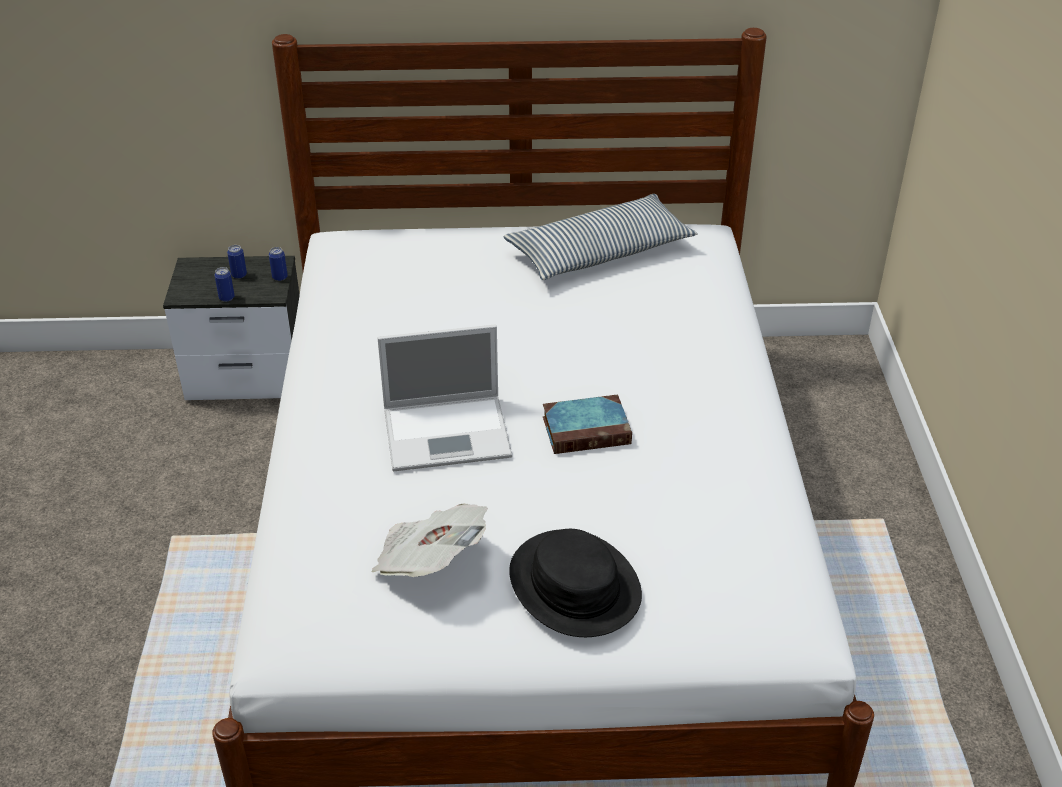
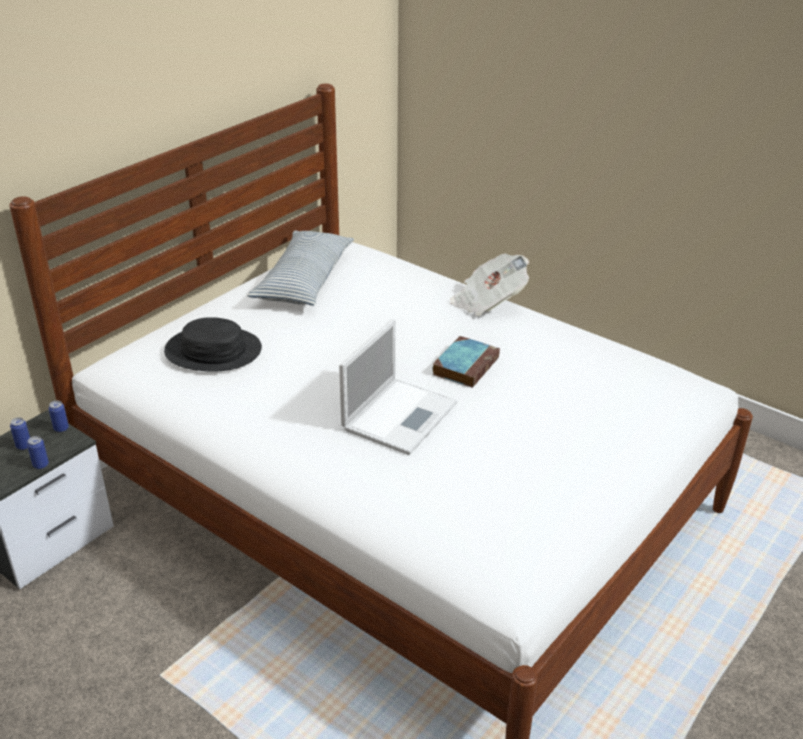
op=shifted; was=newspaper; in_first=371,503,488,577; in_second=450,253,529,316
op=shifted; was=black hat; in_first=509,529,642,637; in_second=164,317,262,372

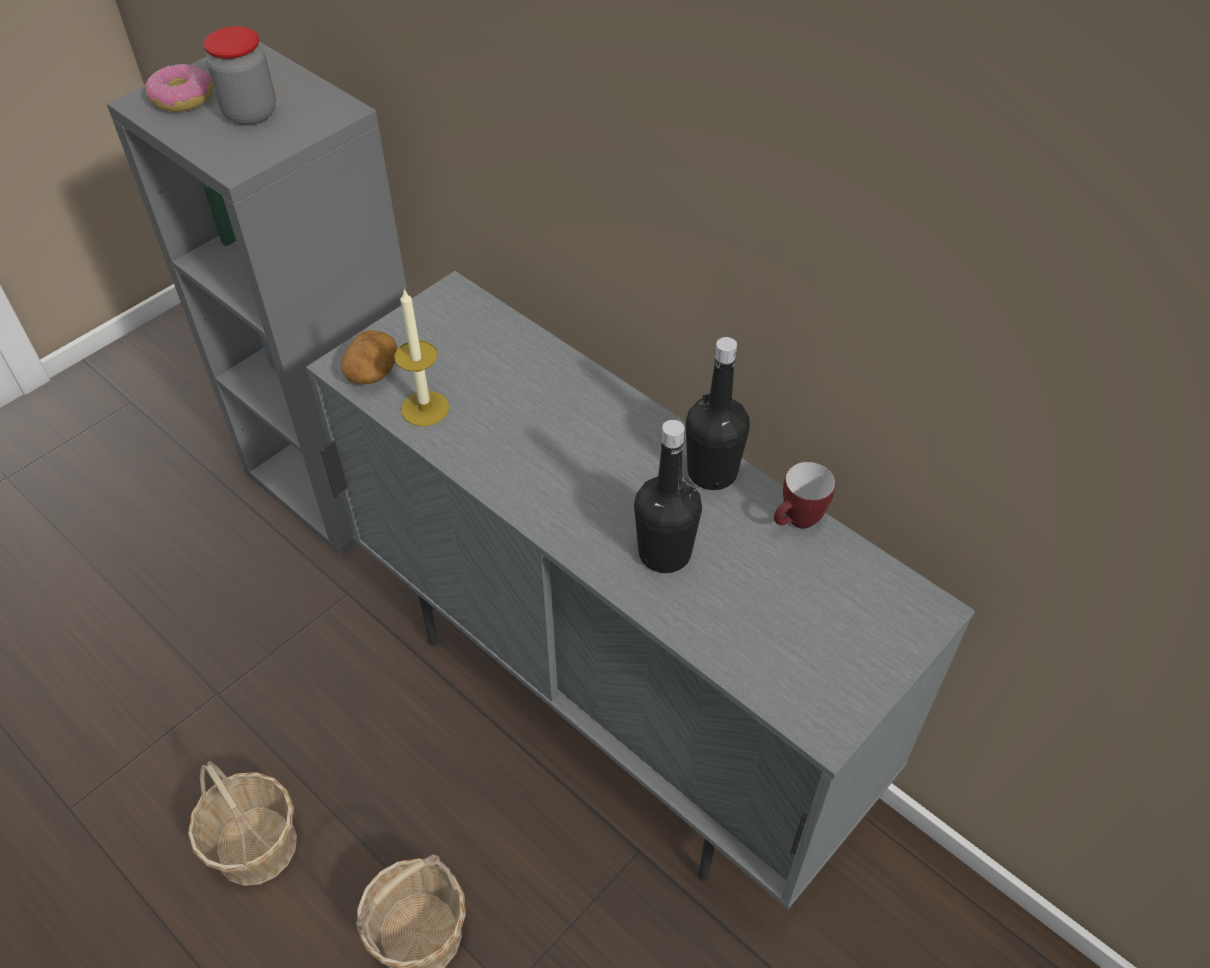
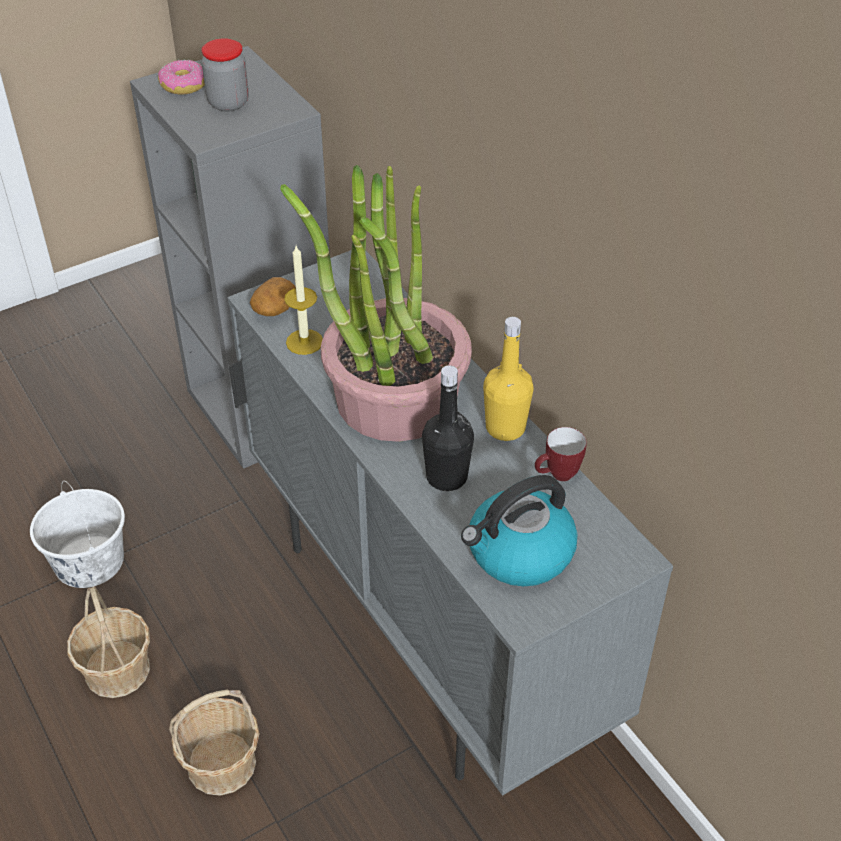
op=repainted; was=black bottle; now=yellow bottle; in_first=686,337,750,490; in_second=483,317,534,441
op=new; now=white bucket; in_second=30,481,125,588
op=new; now=potted plant; in_second=280,165,472,442
op=new; now=kettle; in_second=461,475,577,586

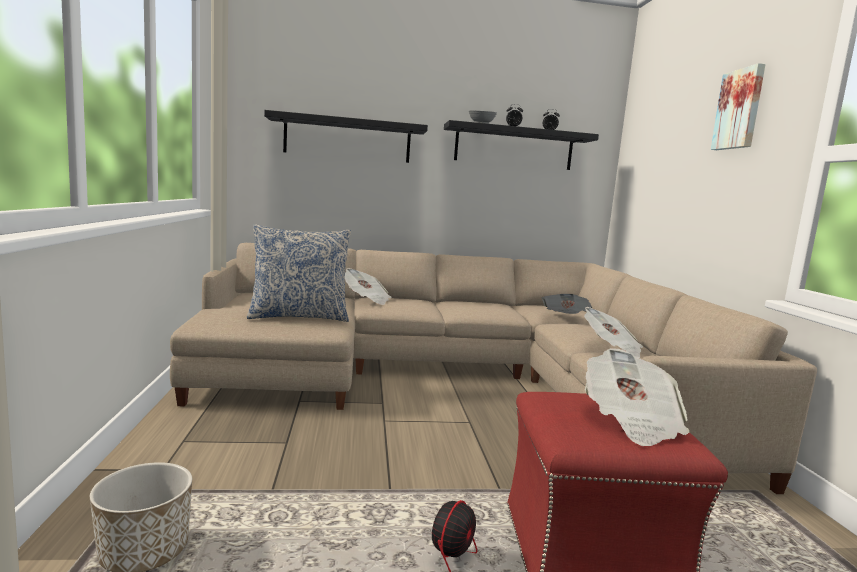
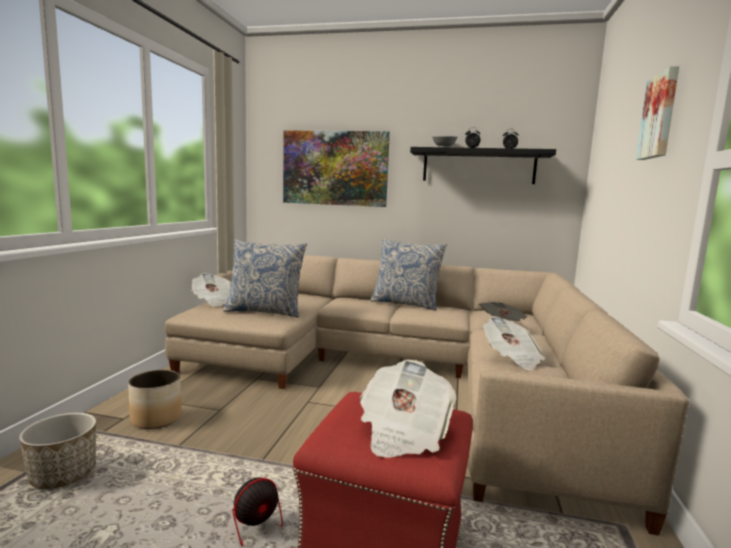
op=swapped; was=black shelf; now=picture; in_first=264,110,428,163; in_second=283,130,390,207
op=shifted; was=newspaper; in_first=345,268,391,305; in_second=192,273,231,307
op=new; now=planter; in_second=128,370,182,429
op=new; now=pillow; in_second=370,239,447,311

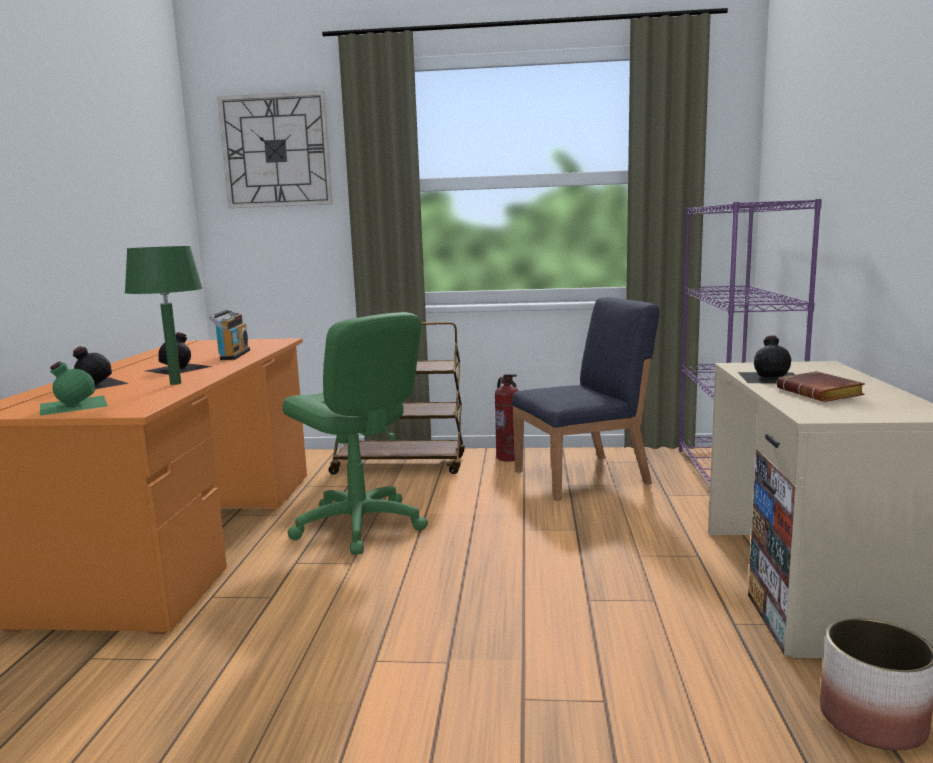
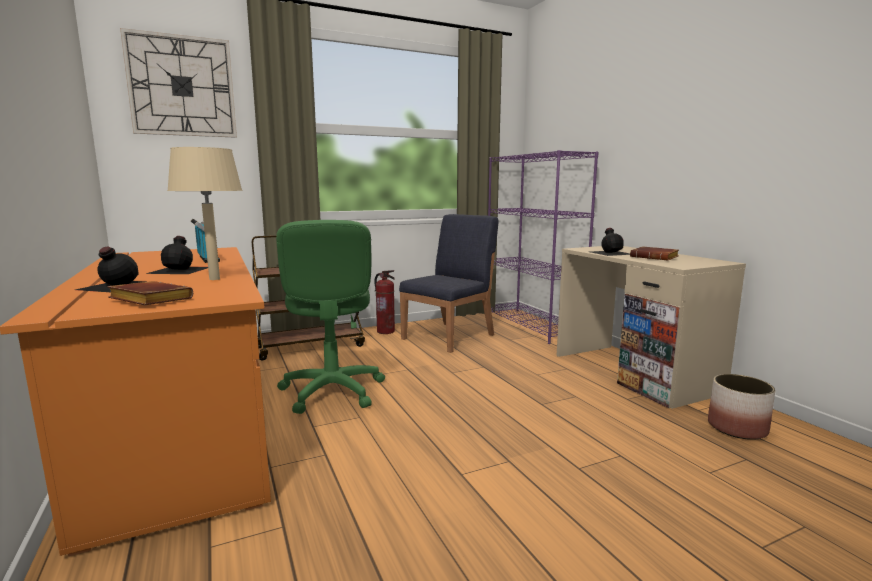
op=swapped; was=green bottle; now=brown book; in_first=40,361,108,416; in_second=107,281,193,305
op=repainted; was=green table lamp; now=beige table lamp; in_first=125,246,203,385; in_second=167,147,243,280
op=rotated; was=green office chair; in_first=282,312,428,555; in_second=276,220,385,414; clockwise=60

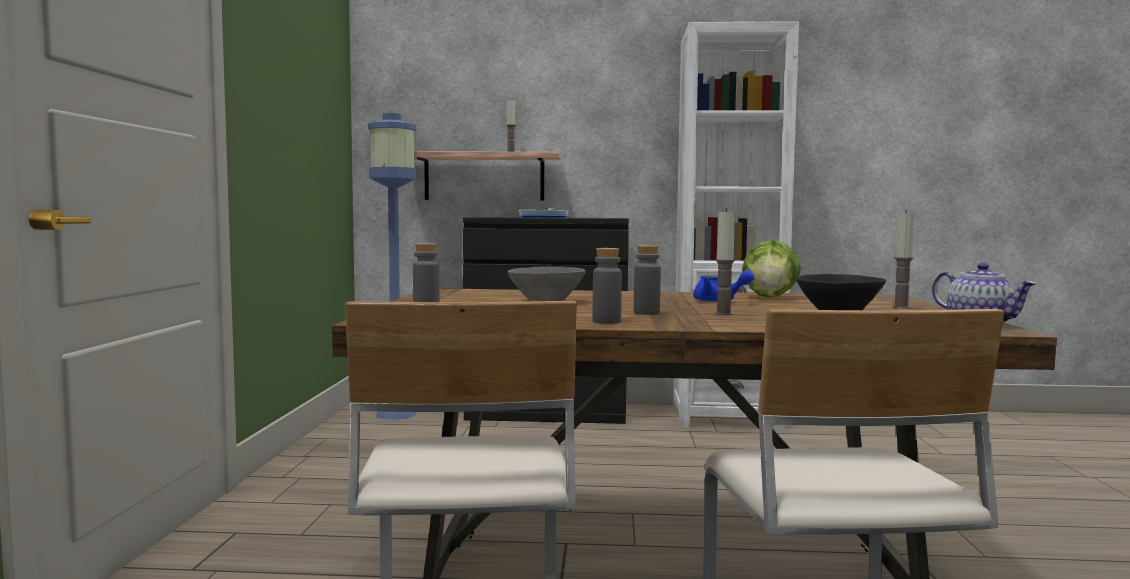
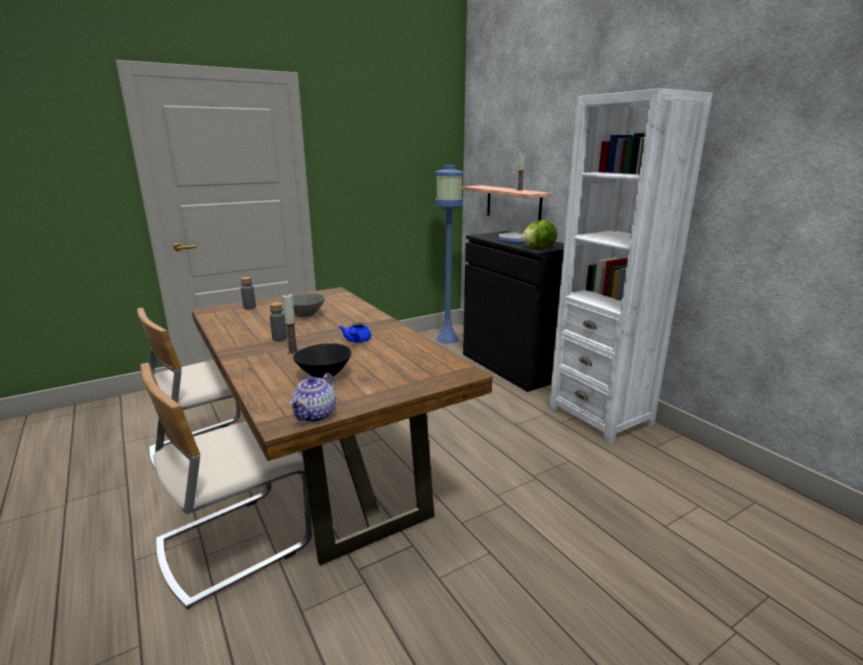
op=gone; was=grey bottle; in_first=592,248,622,324
op=shifted; was=lettuce; in_first=742,239,801,298; in_second=522,220,557,248
op=gone; was=candle; in_first=892,210,914,309

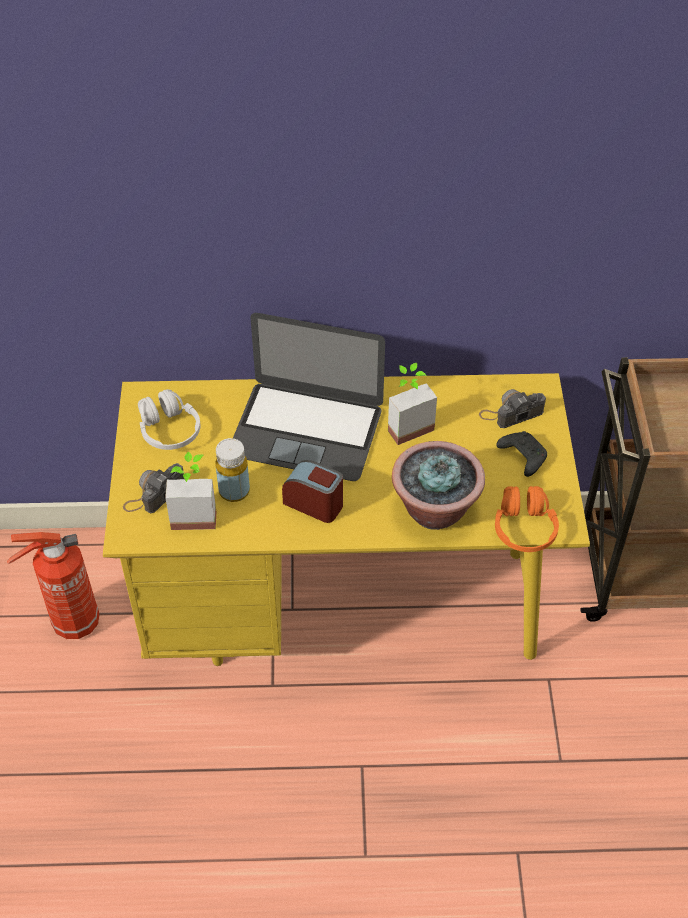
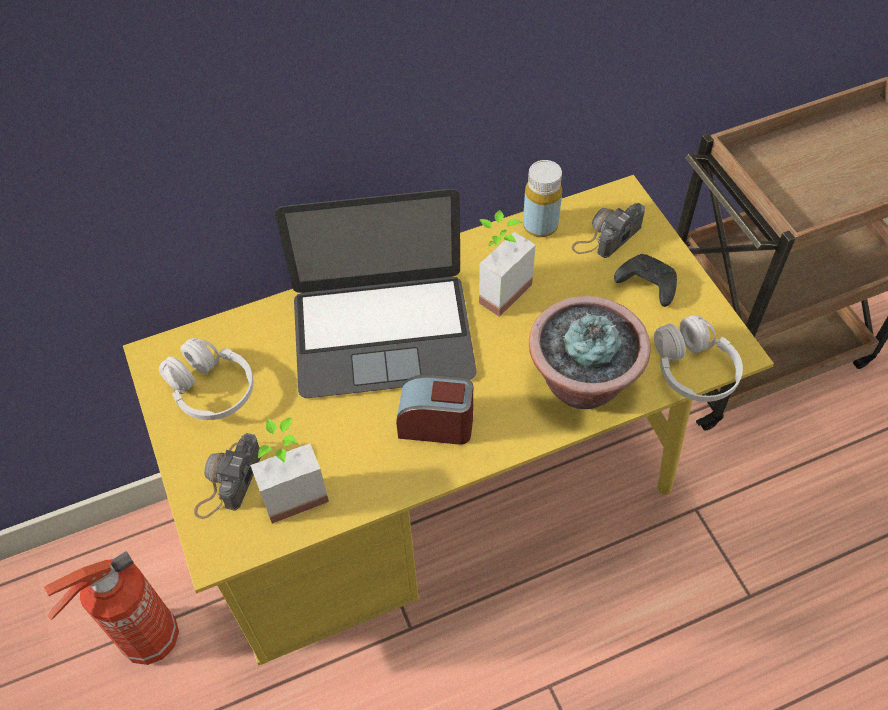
op=shifted; was=yellow bottle; in_first=215,438,250,502; in_second=523,160,562,237
op=repainted; was=orange headphones; now=white headphones; in_first=495,486,559,552; in_second=654,315,743,402

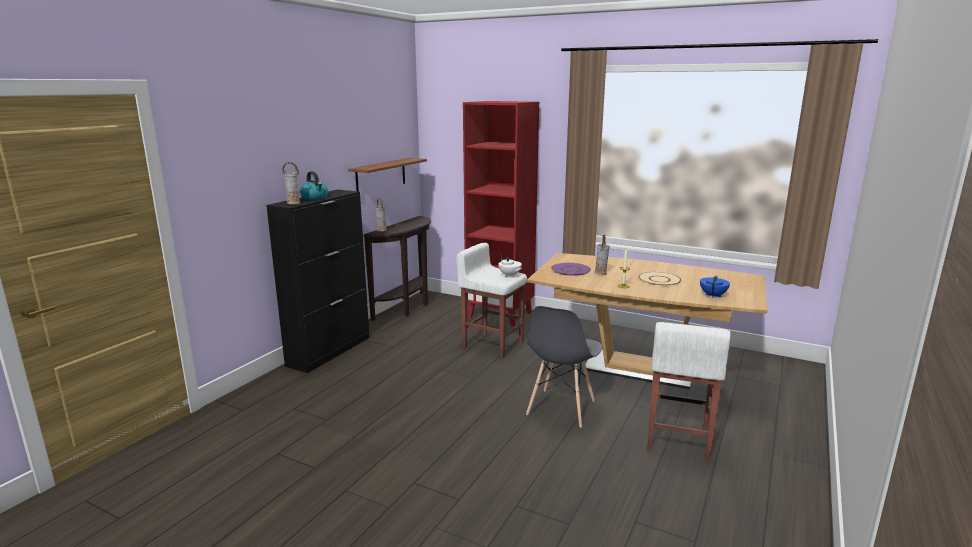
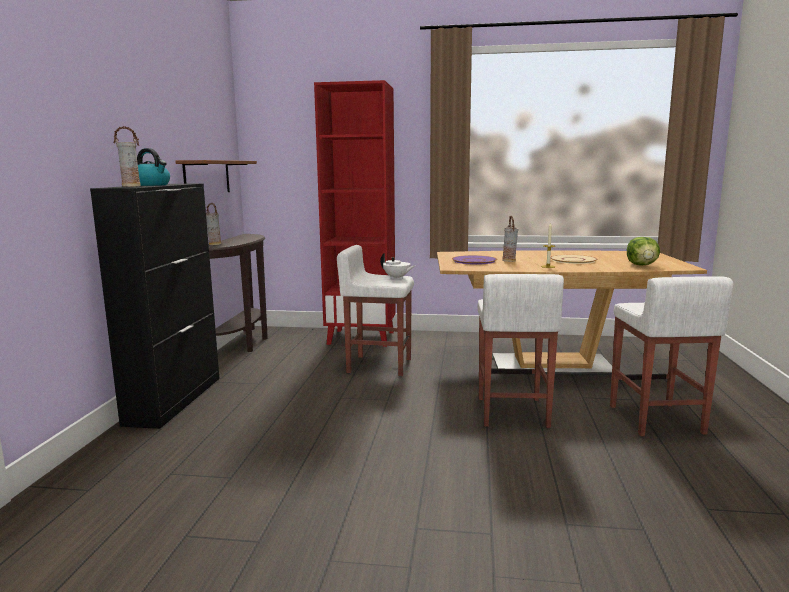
op=swapped; was=grey chair; now=white stool; in_first=526,306,603,427; in_second=478,274,564,428
op=swapped; was=blue teapot; now=lettuce; in_first=700,276,730,298; in_second=627,237,660,266

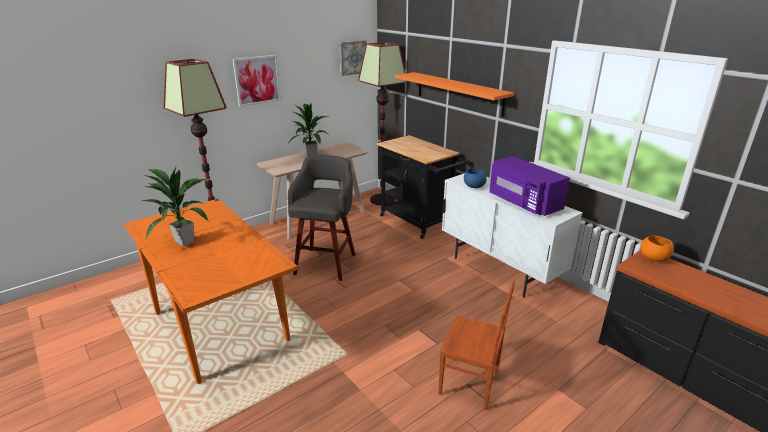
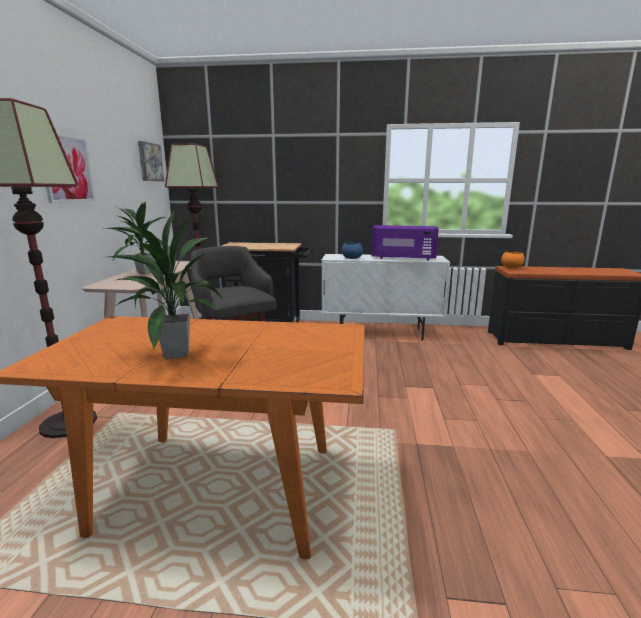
op=gone; was=orange shelf; in_first=395,72,514,117
op=gone; was=brown chair; in_first=439,281,515,410

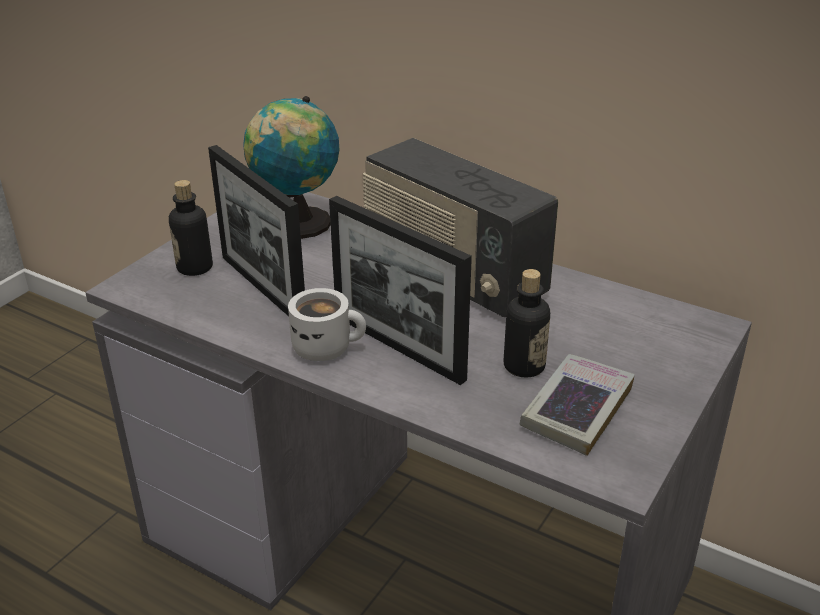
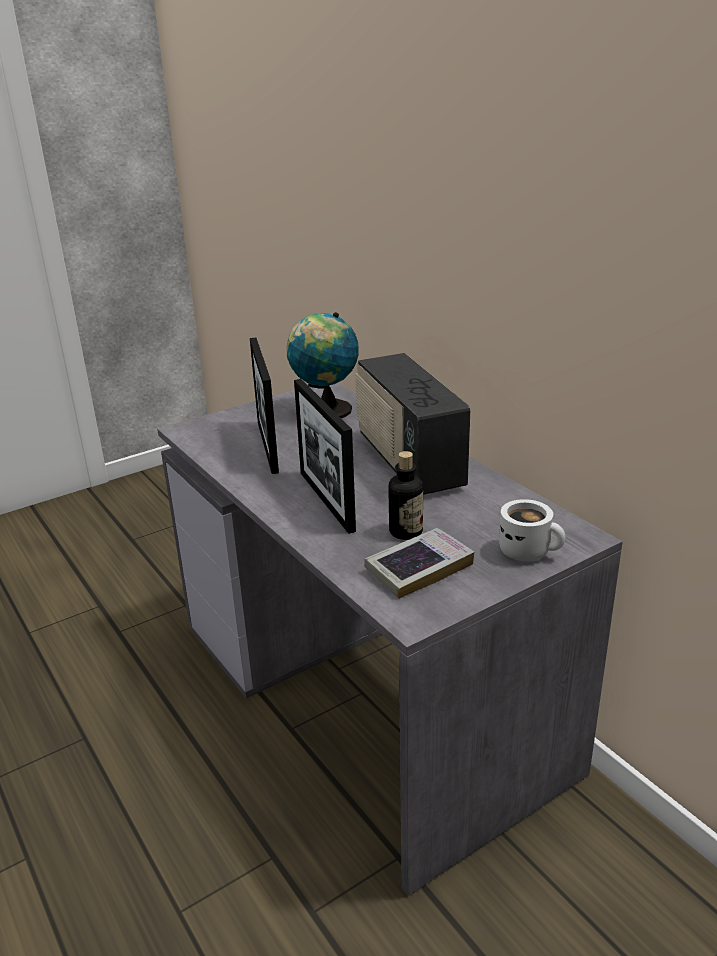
op=gone; was=bottle; in_first=169,180,213,276
op=shifted; was=white mug; in_first=288,288,366,361; in_second=499,499,565,562

